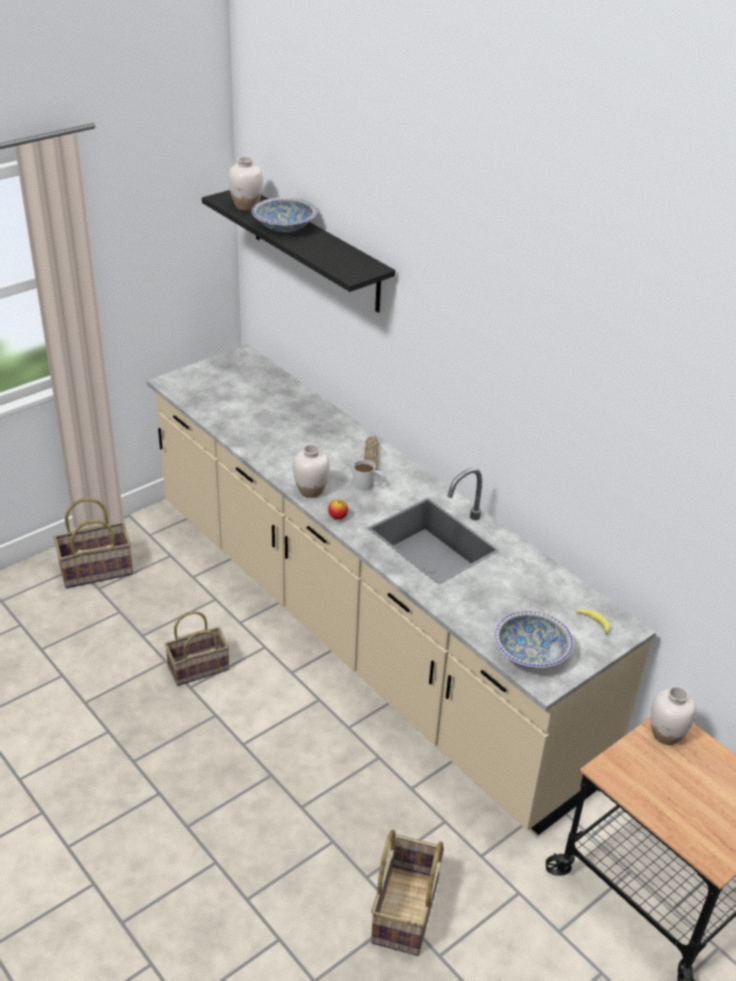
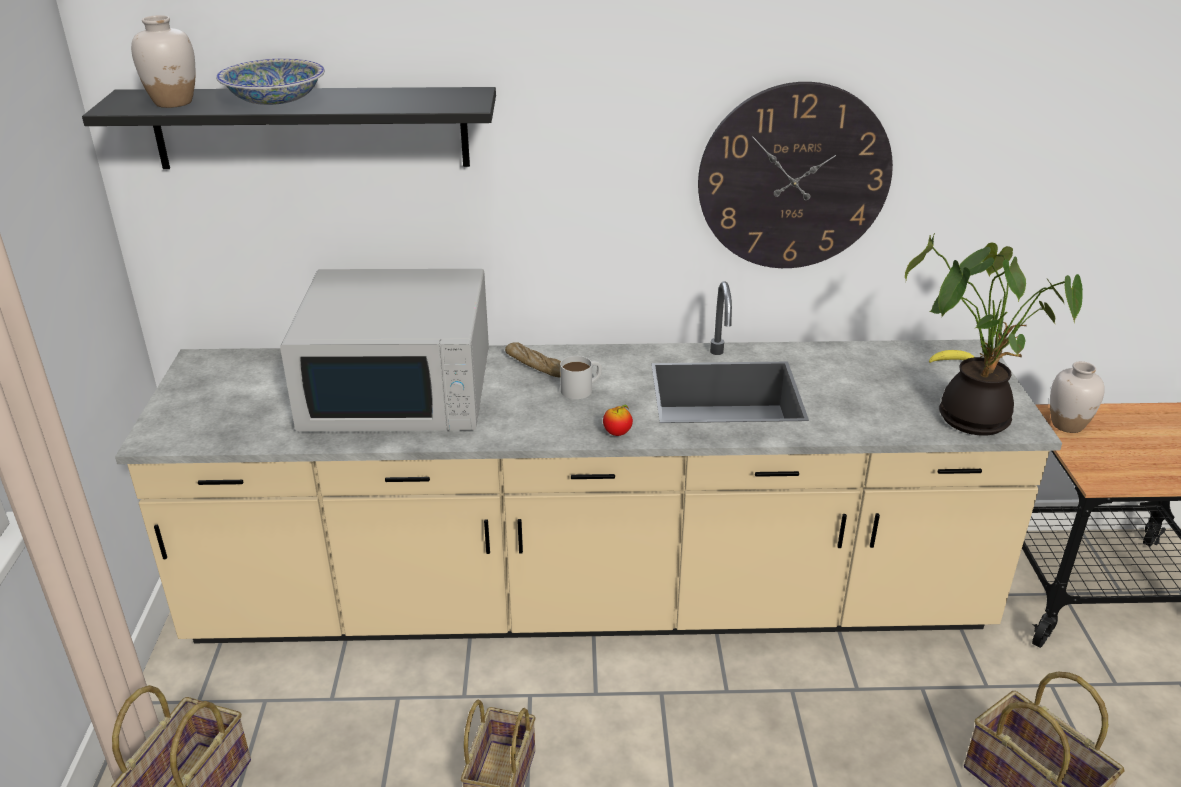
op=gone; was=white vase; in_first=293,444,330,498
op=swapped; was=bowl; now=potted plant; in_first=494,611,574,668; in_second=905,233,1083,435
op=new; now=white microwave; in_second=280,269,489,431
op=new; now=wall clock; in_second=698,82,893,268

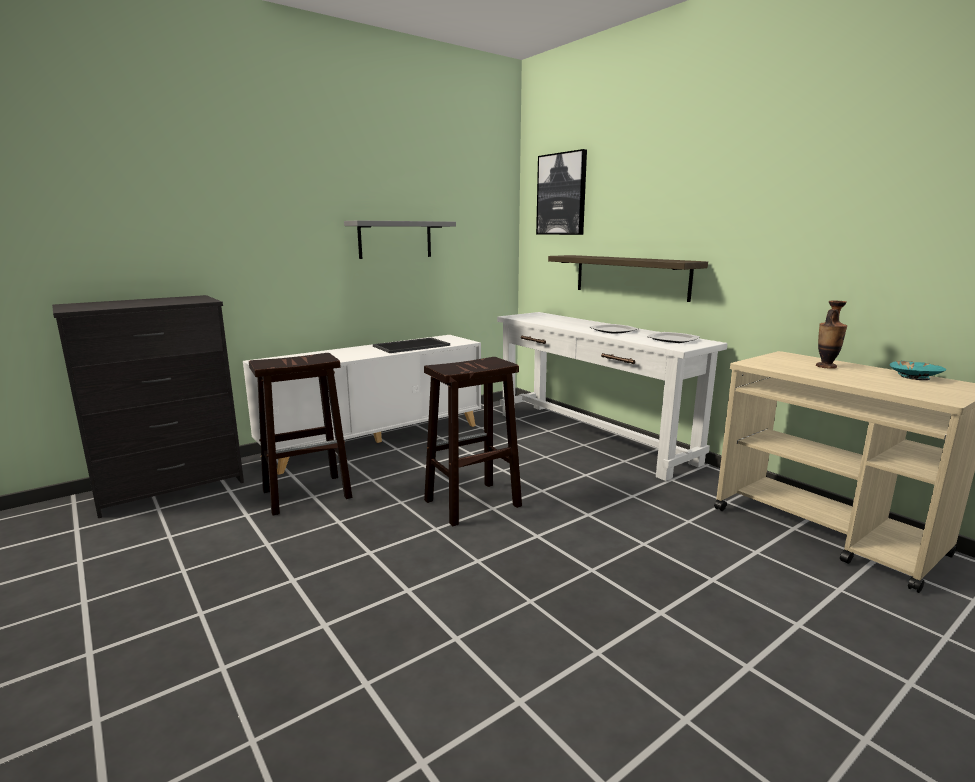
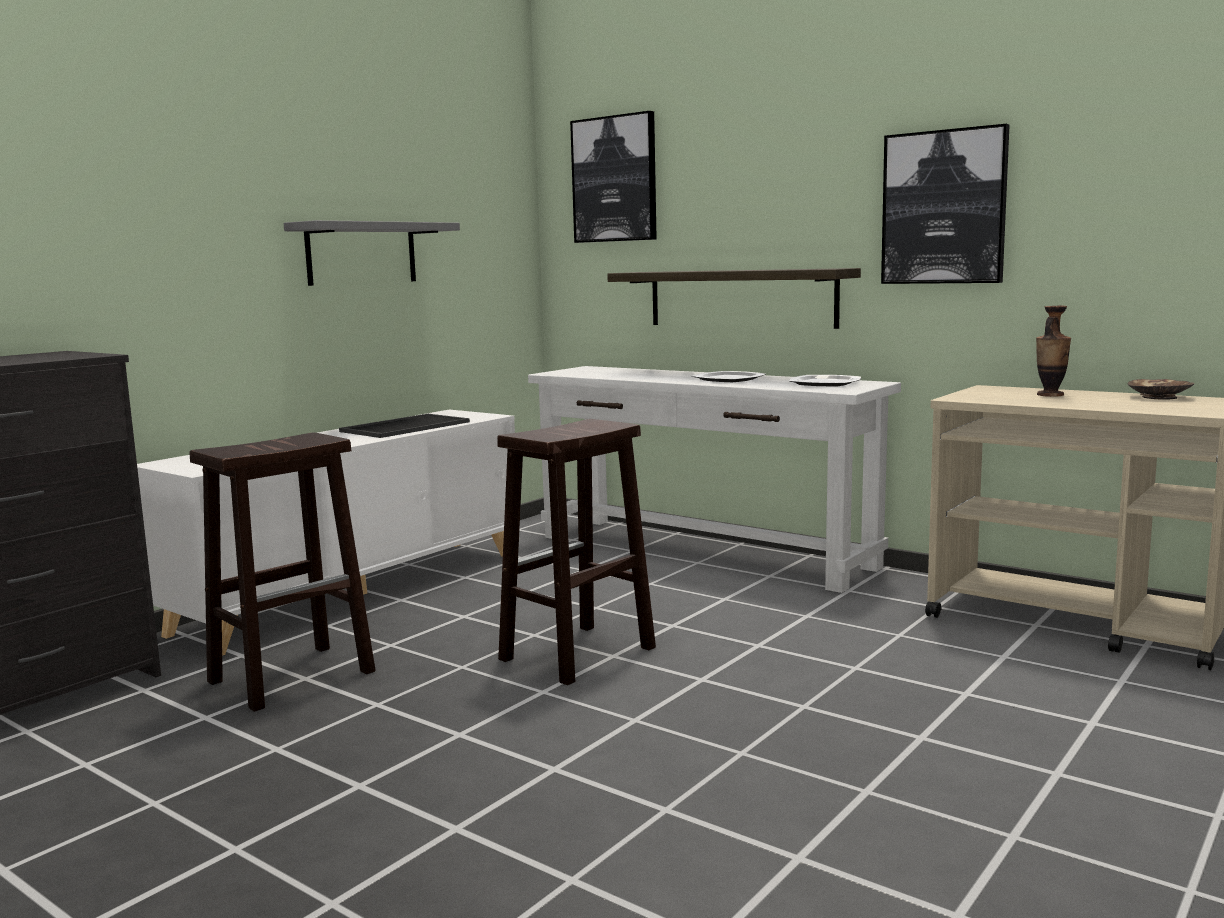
op=repainted; was=turquoise bowl; now=brown bowl; in_first=890,361,946,380; in_second=1128,379,1194,399
op=new; now=picture; in_second=881,124,1010,284

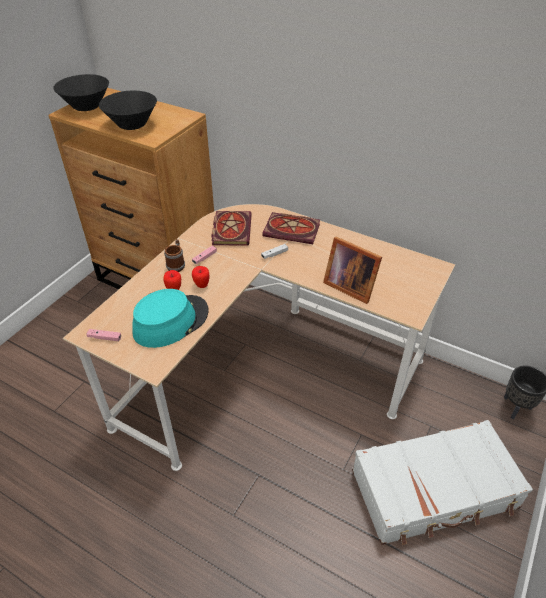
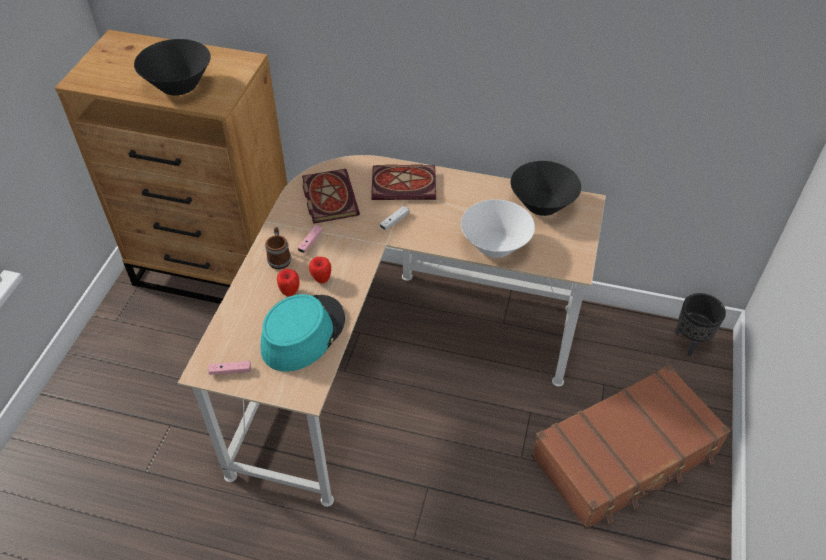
op=shifted; was=black bowl; in_first=53,74,109,111; in_second=511,161,581,216
op=swapped; was=picture frame; now=white bowl; in_first=323,236,382,304; in_second=461,199,535,258
op=repainted; was=white suitcase; now=brown suitcase; in_first=352,420,533,545; in_second=532,365,731,529

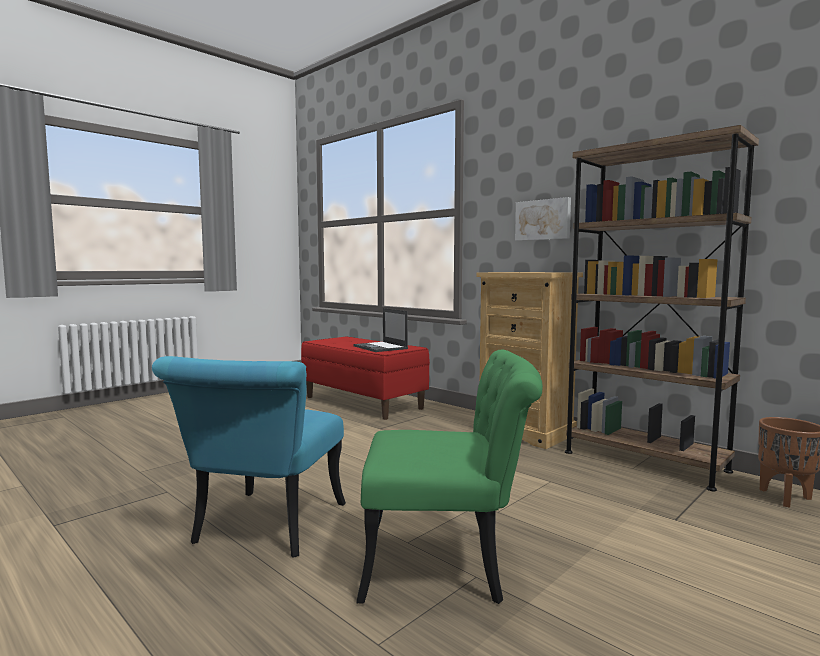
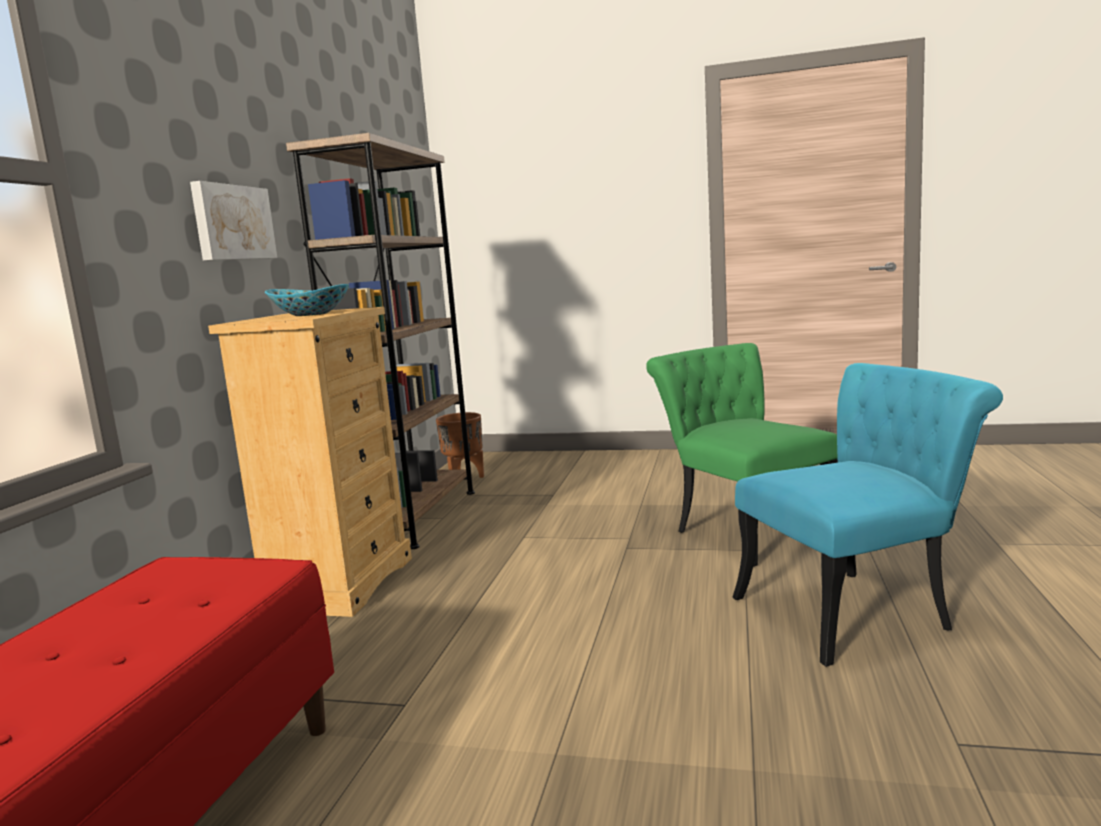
op=gone; was=laptop; in_first=353,308,408,352
op=new; now=bowl; in_second=265,284,349,316

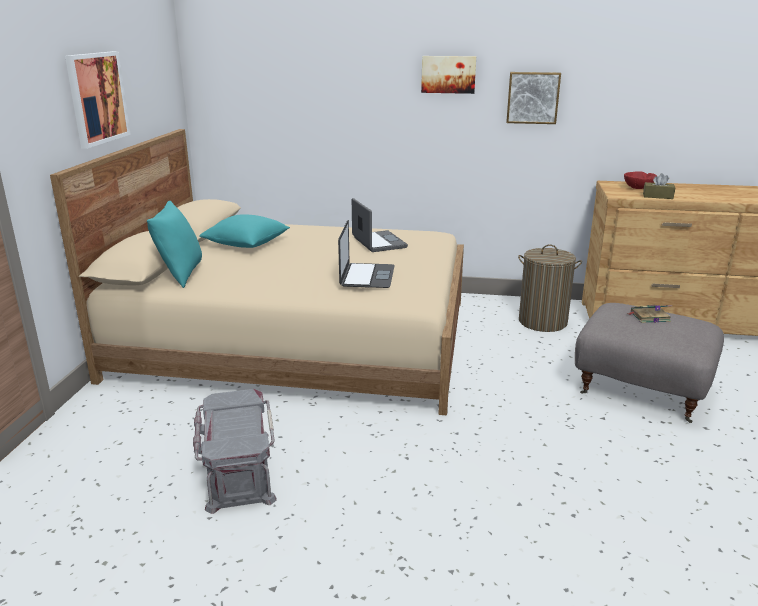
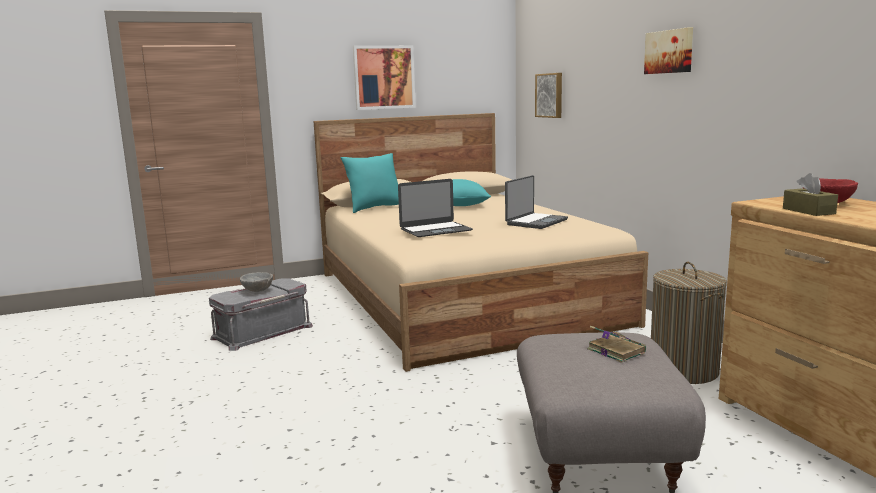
op=shifted; was=picture; in_first=506,72,561,124; in_second=535,73,562,118
op=new; now=grey bowl; in_second=240,272,273,292

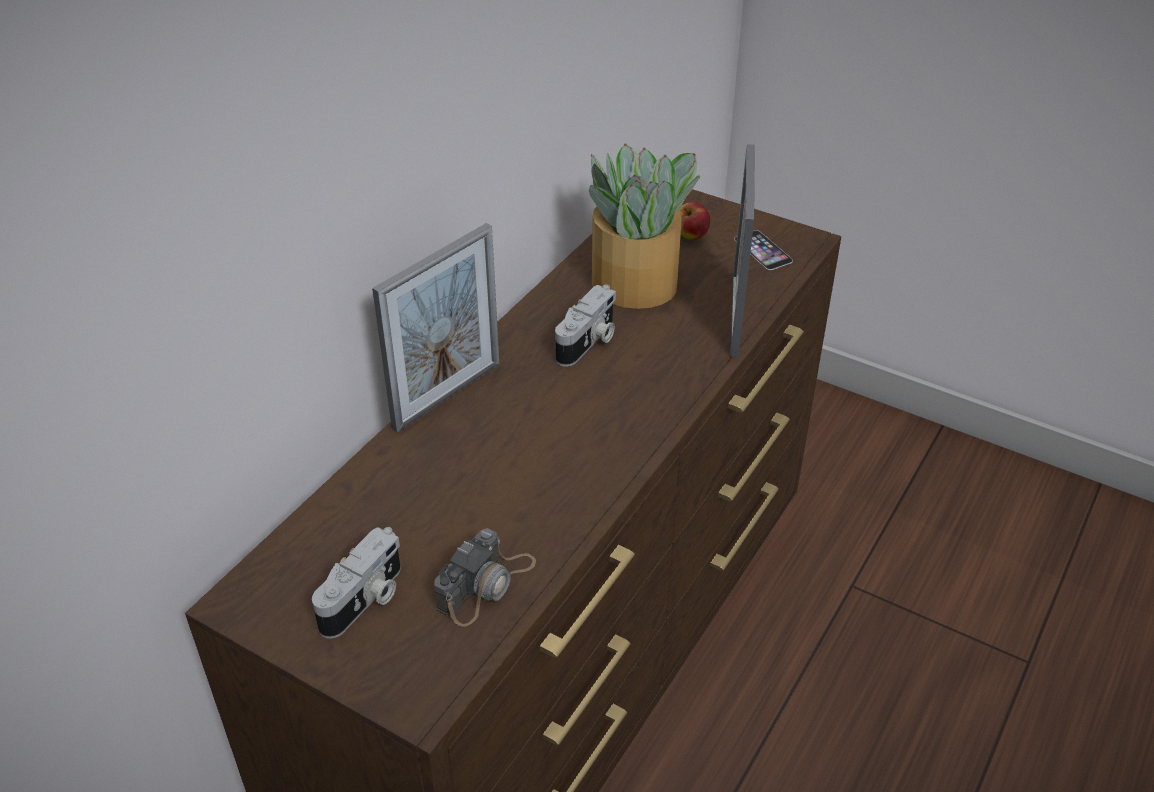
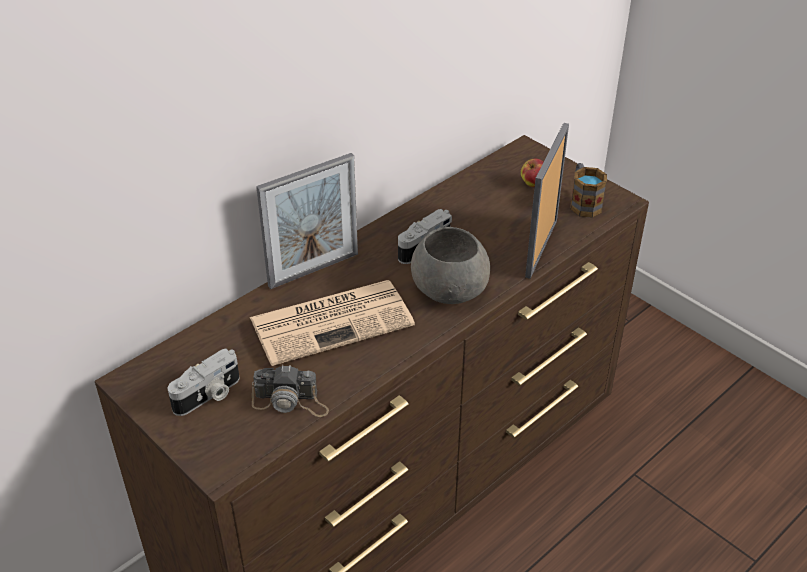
op=rotated; was=photo camera; in_first=434,528,536,627; in_second=252,365,329,417; clockwise=45
op=gone; was=potted plant; in_first=589,143,700,309
op=swapped; was=phone; now=mug; in_first=734,230,793,270; in_second=570,163,607,218
op=new; now=newspaper; in_second=250,280,415,366
op=new; now=grey bowl; in_second=411,227,490,304

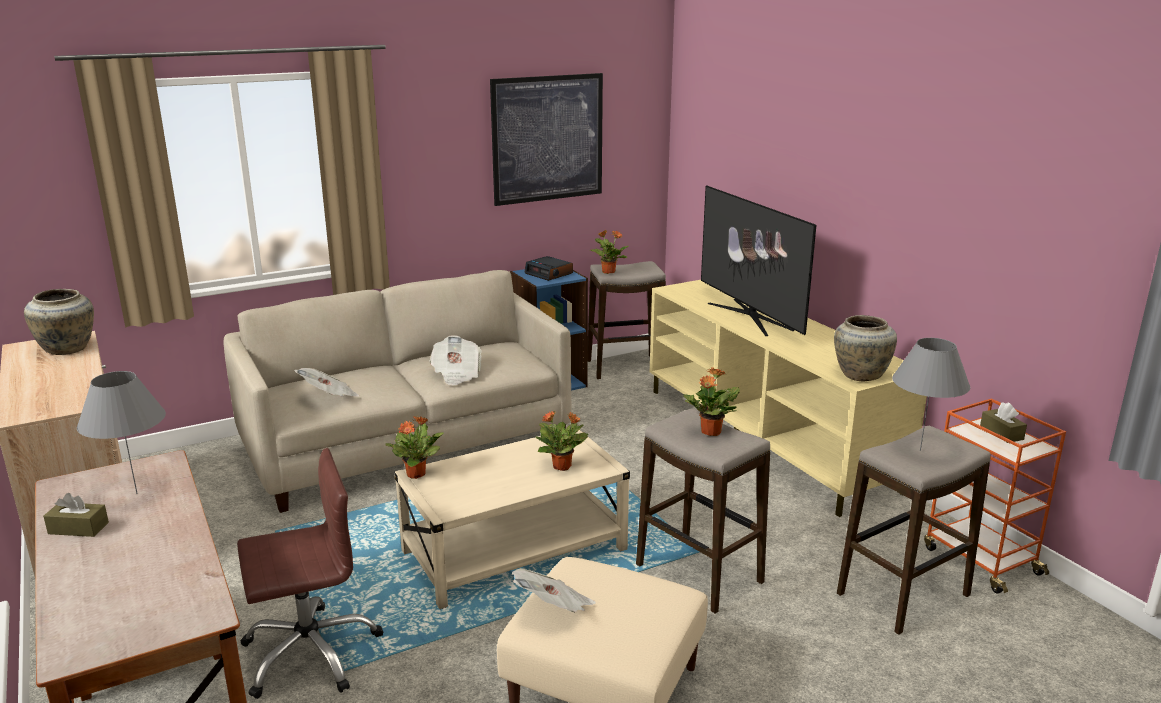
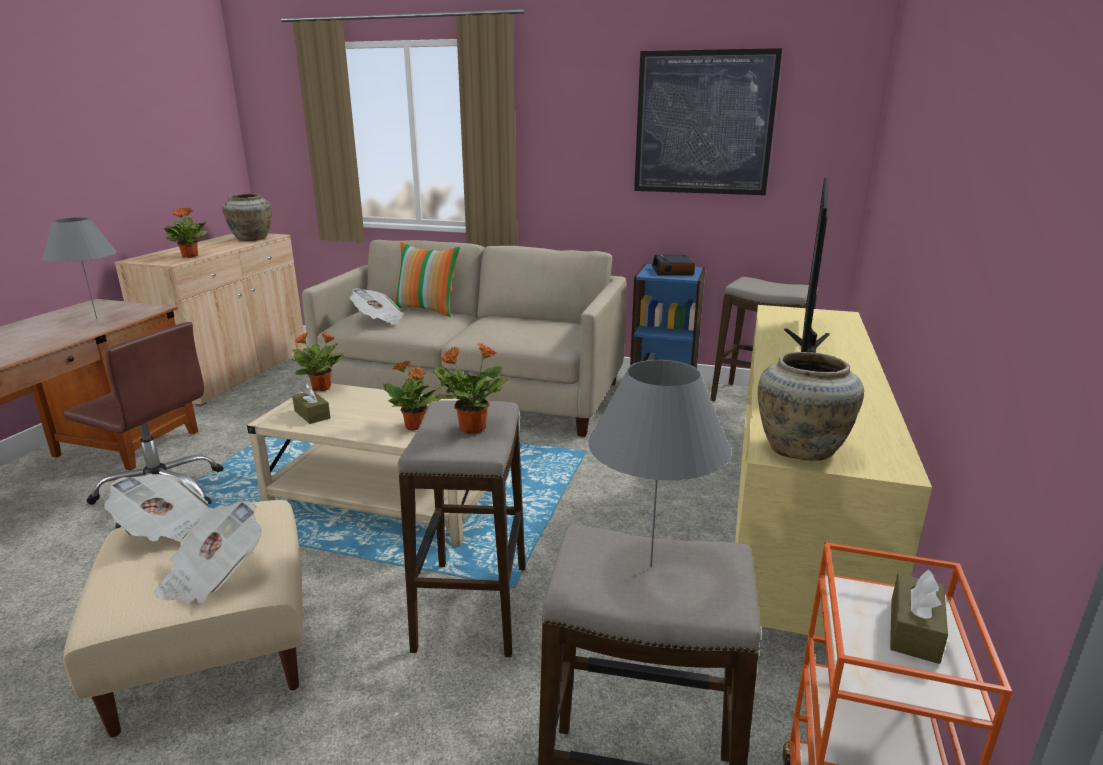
op=shifted; was=brown tissue box; in_first=43,493,109,537; in_second=292,383,330,424
op=shifted; was=newspaper; in_first=429,335,482,386; in_second=154,501,262,603
op=shifted; was=potted plant; in_first=590,230,628,274; in_second=163,207,208,258
op=new; now=pillow; in_second=394,242,460,317

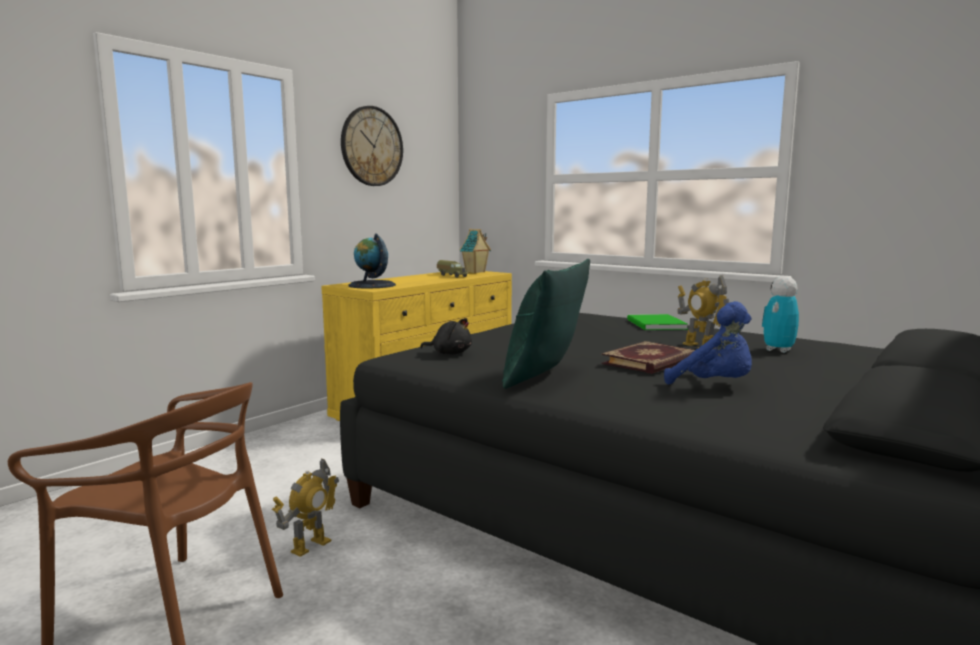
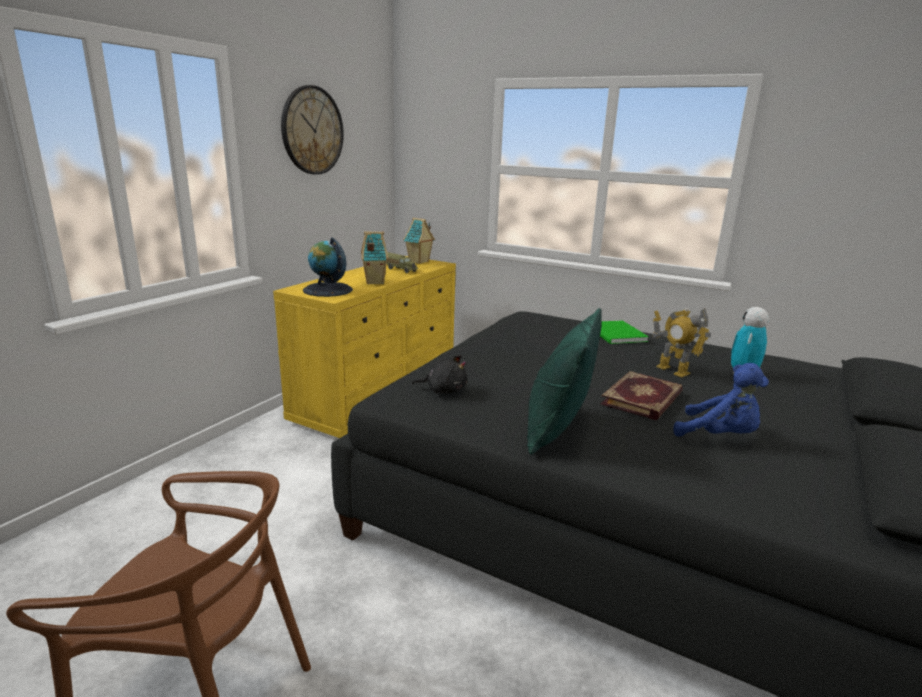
op=gone; was=toy robot; in_first=272,458,339,557
op=new; now=toy house; in_second=361,232,388,284

